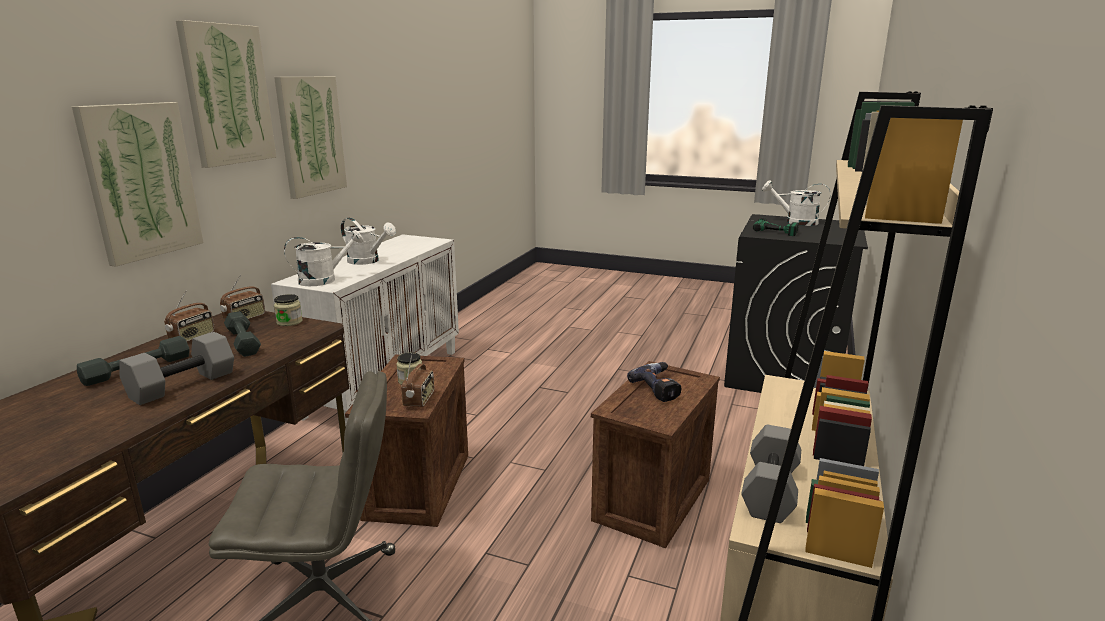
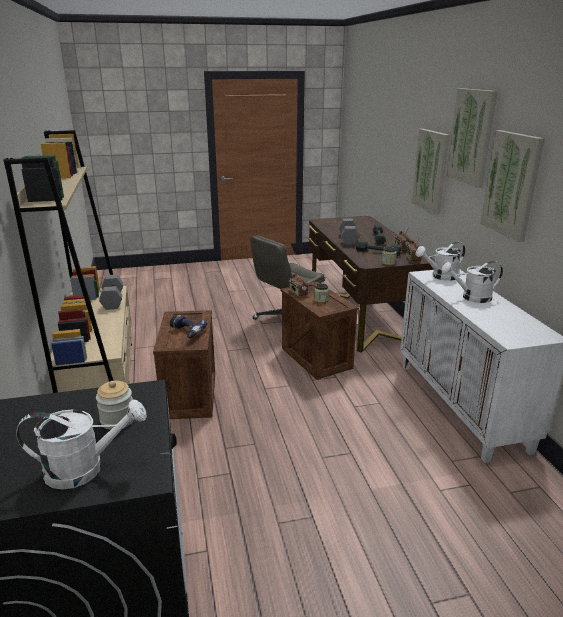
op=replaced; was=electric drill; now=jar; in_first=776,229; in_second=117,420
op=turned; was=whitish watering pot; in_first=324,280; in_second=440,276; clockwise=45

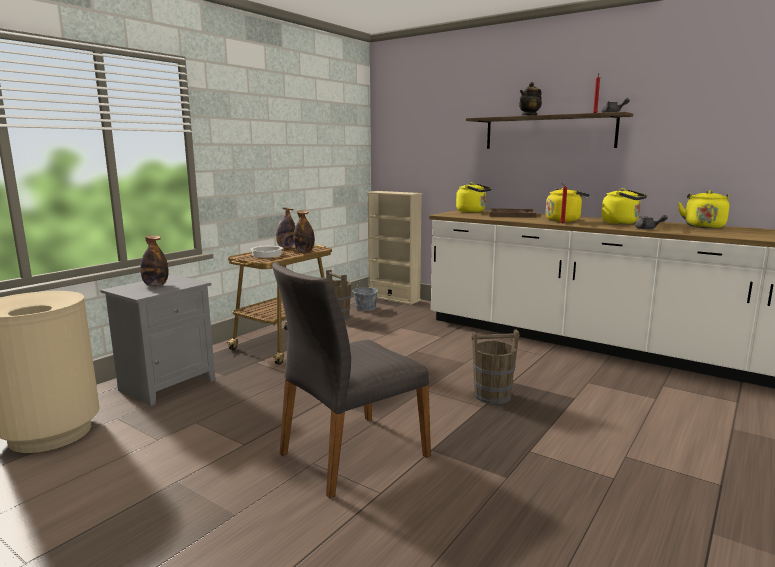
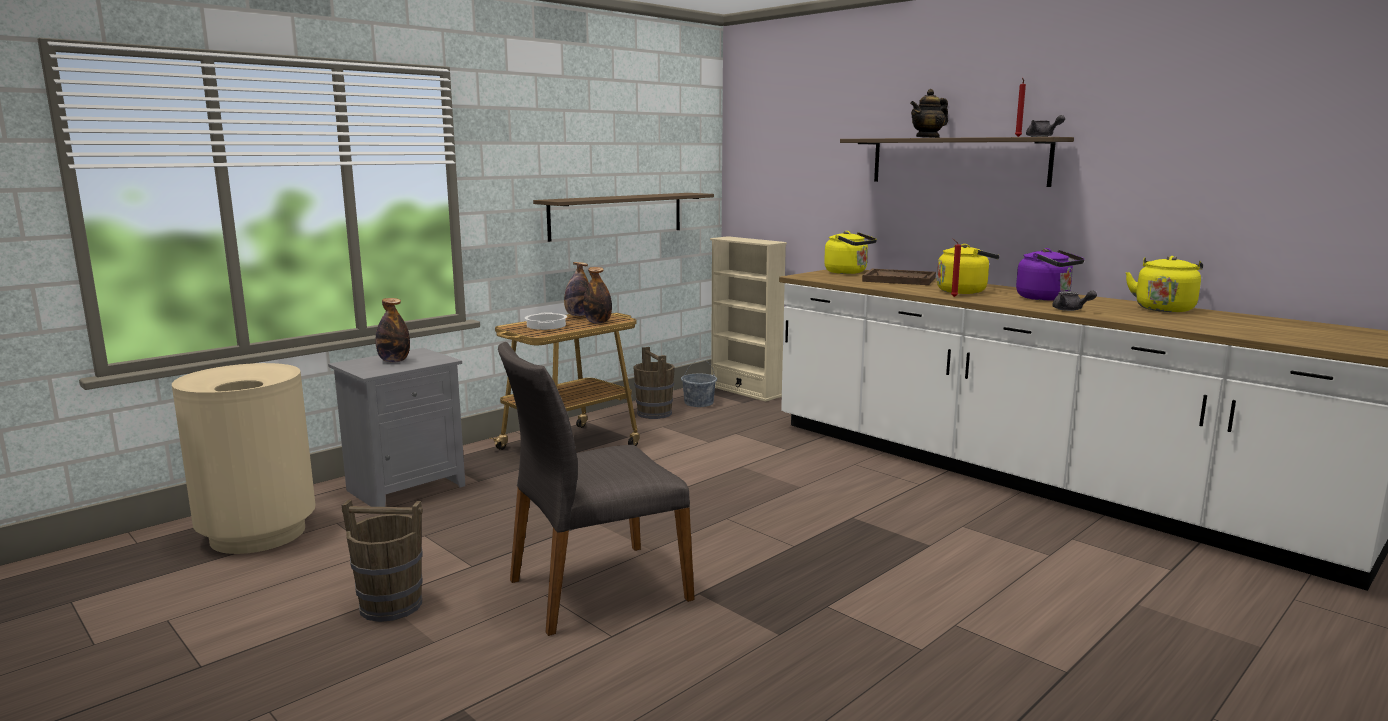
op=recoloured; was=yellowish water kettle; now=purple water kettle; in_first=622,223; in_second=1046,298
op=moved; was=brown-coloured bucket; in_first=492,396; in_second=390,605
op=added; now=shelf; in_second=617,215

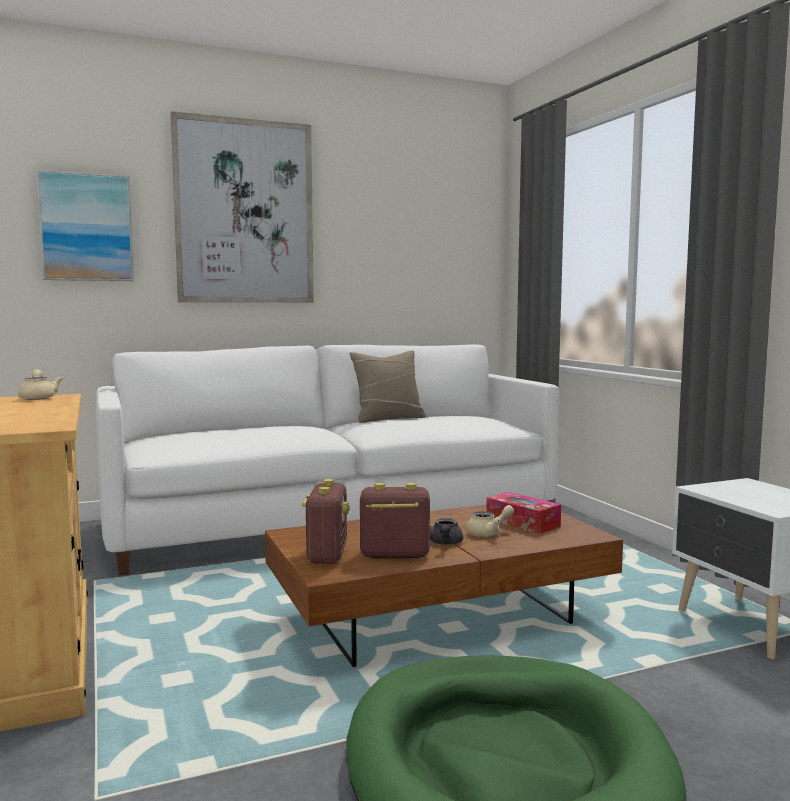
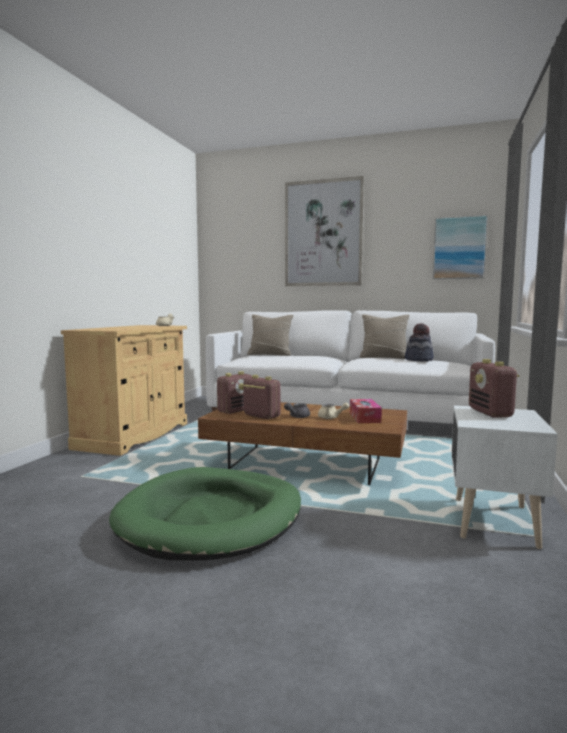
op=moved; was=picture; in_first=86,227; in_second=459,248
op=added; now=sand-coloured pillow; in_second=270,354
op=added; now=clothing hat; in_second=419,360
op=added; now=radio set; in_second=490,413

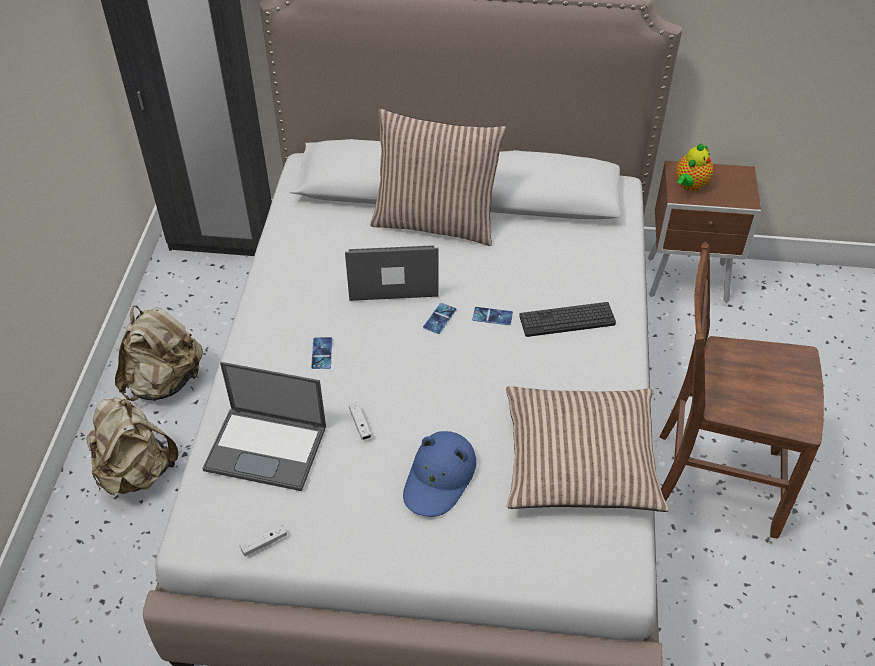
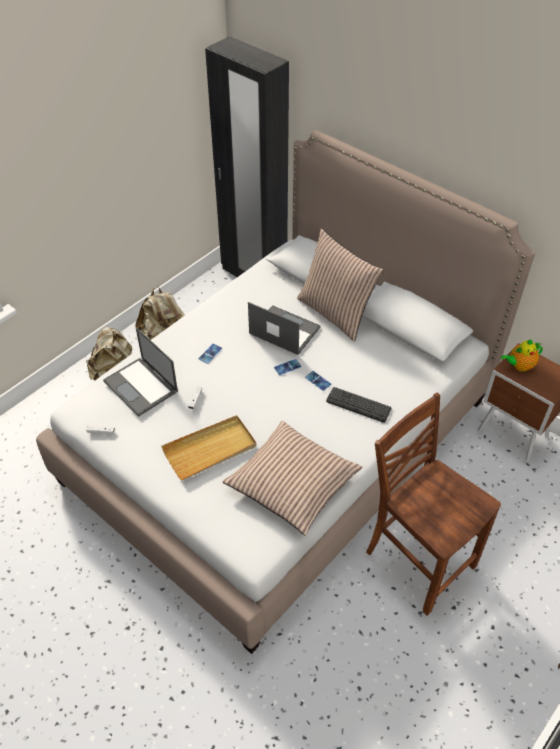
op=replaced; was=blue-coloured clothing hat; now=sand-coloured serving tray; in_first=439,478; in_second=210,449

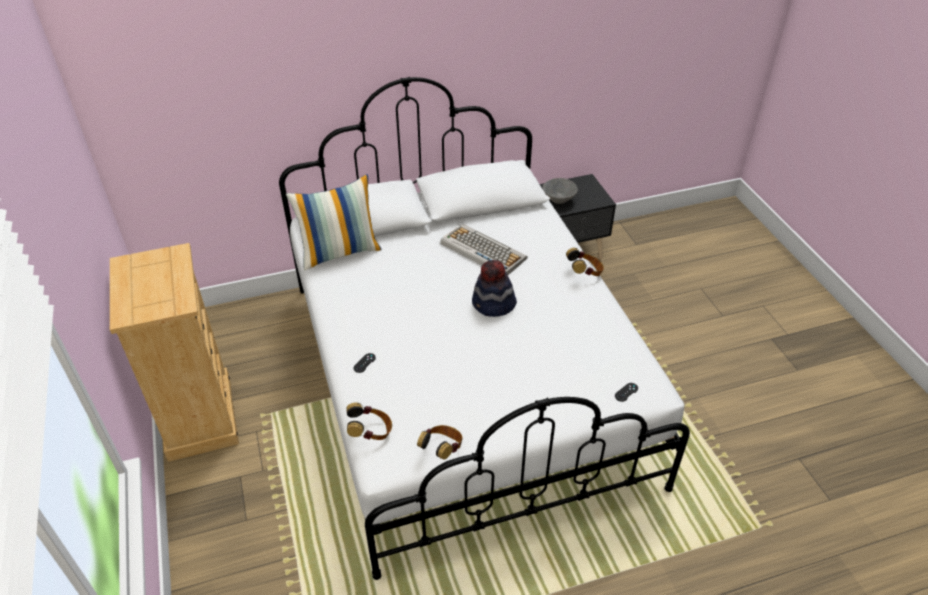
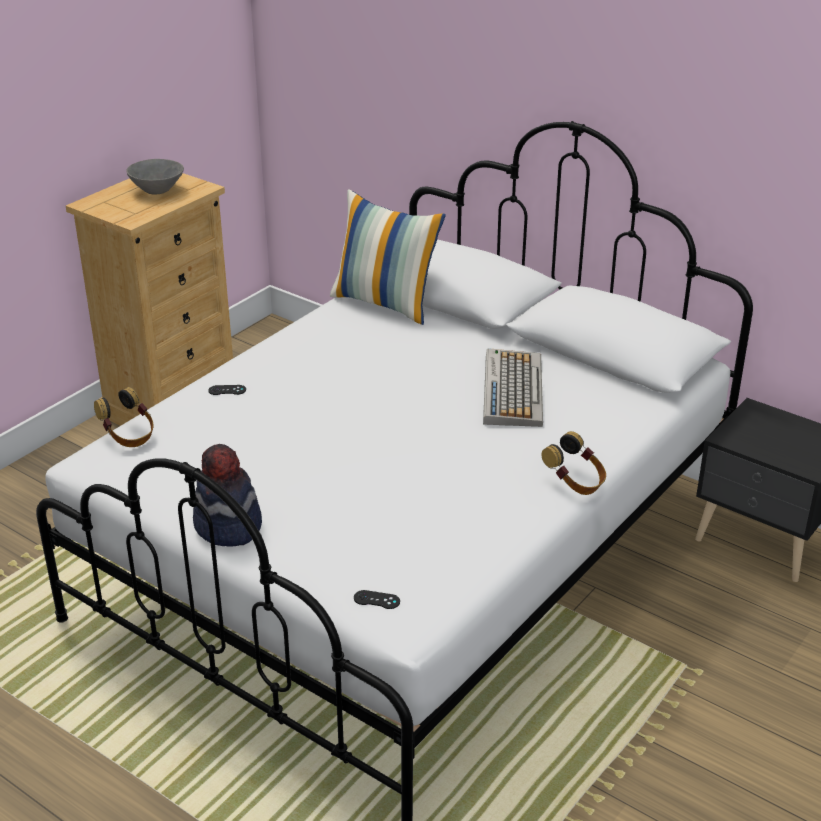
op=moved; was=grey serving bowl; in_first=559,199; in_second=157,190
op=moved; was=clothing hat; in_first=493,304; in_second=227,526
op=removed; was=pair of headphones; in_first=442,449

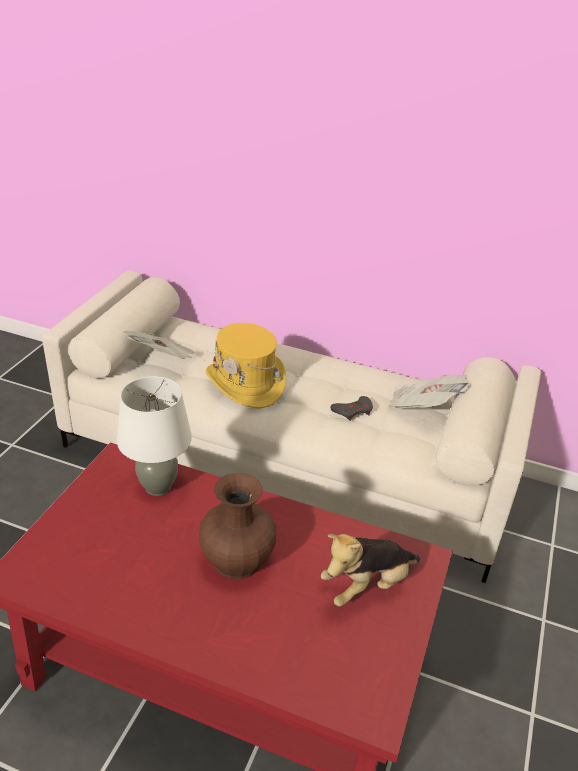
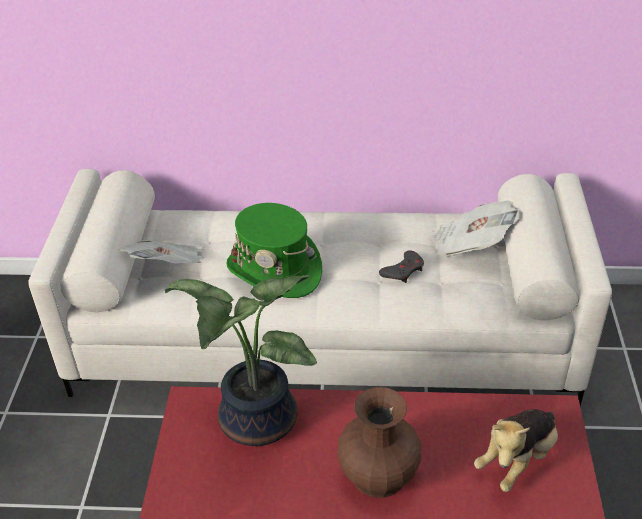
op=recoloured; was=yellowish clothing hat; now=green clothing hat; in_first=246,383; in_second=275,270
op=replaced; was=whitish table lamp; now=potted plant; in_first=158,487; in_second=253,422

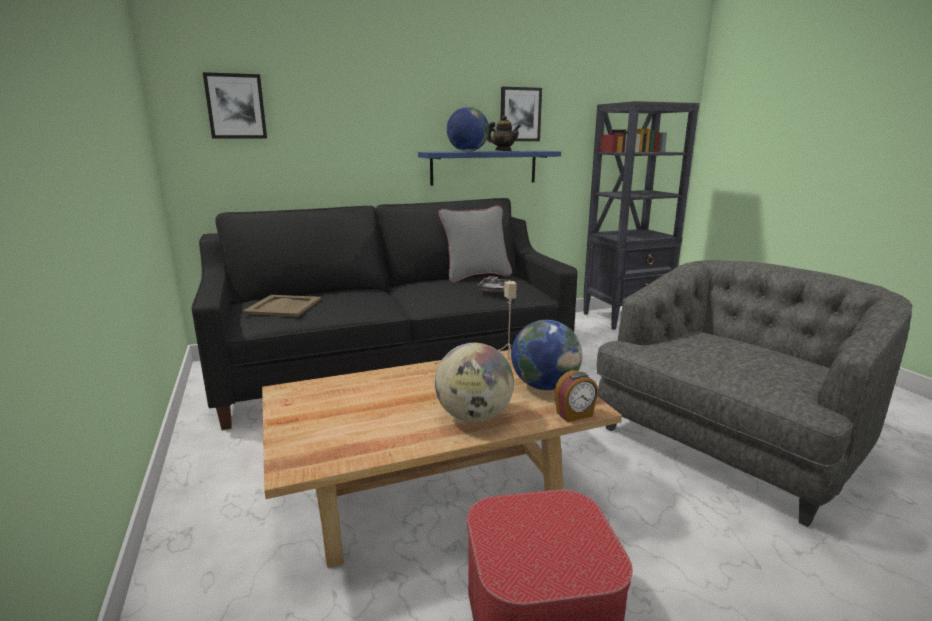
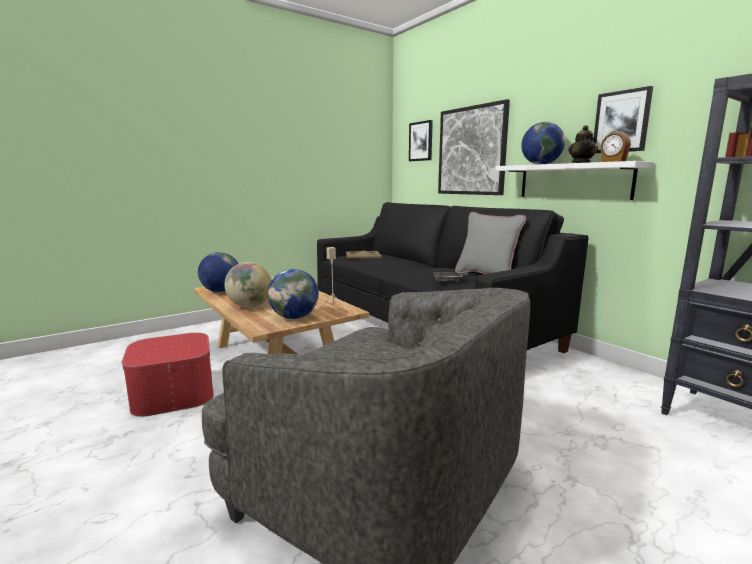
op=recoloured; was=blue-coloured shelf; now=whitish shelf; in_first=484,167; in_second=573,181
op=moved; was=bedside clock; in_first=574,415; in_second=613,161
op=added; now=picture; in_second=471,151
op=added; now=desk globe; in_second=221,291

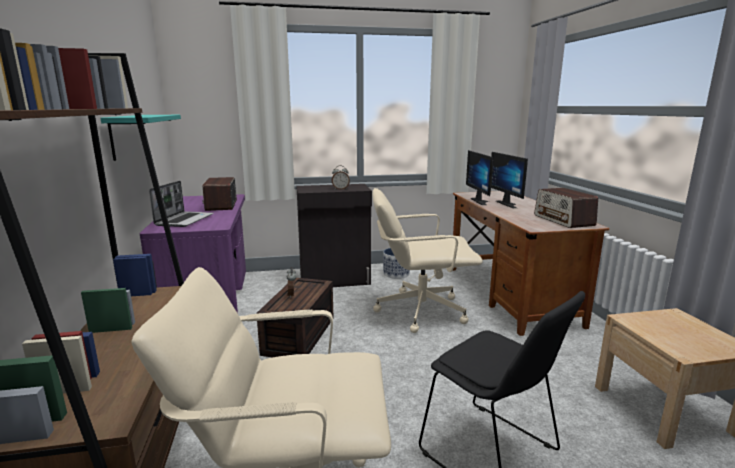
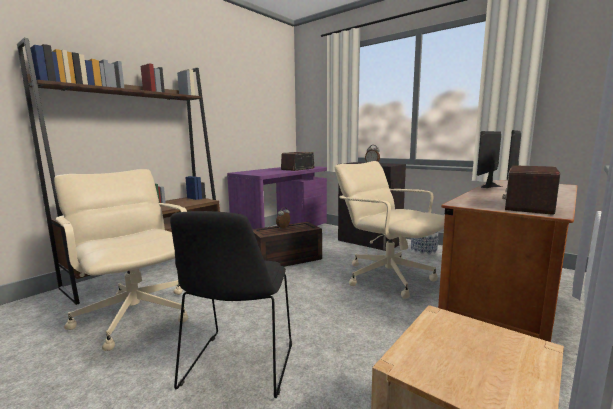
op=removed; was=turquoise-coloured shelf; in_first=128,135
op=removed; was=notebook computer; in_first=184,220

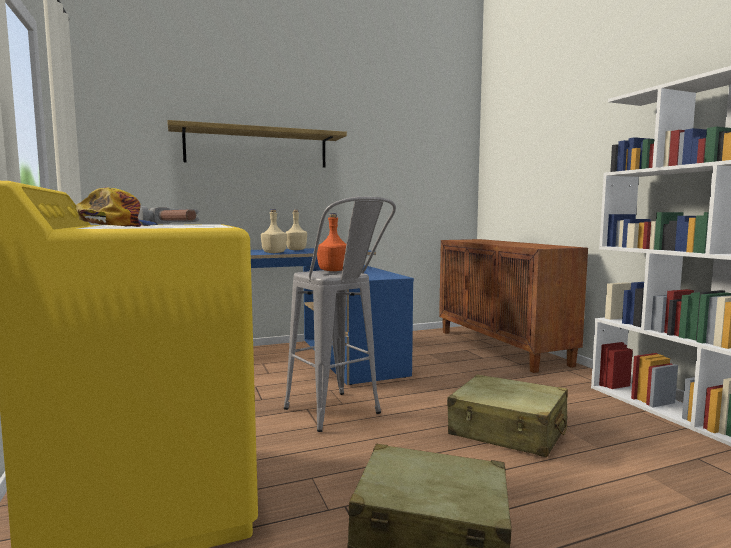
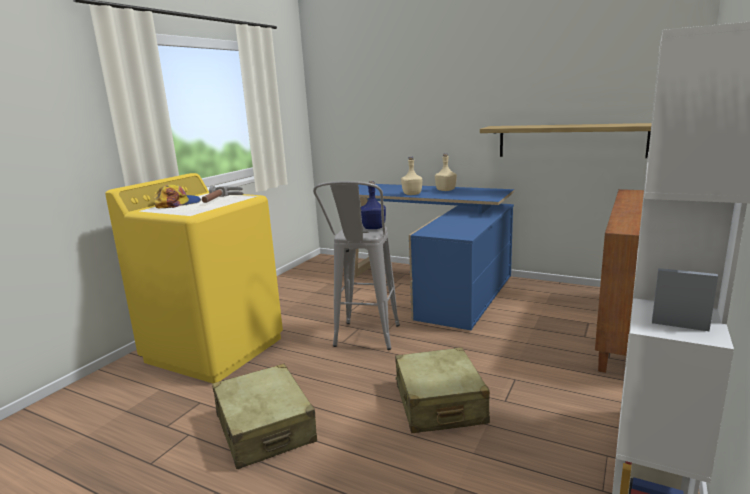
op=moved; was=shelf; in_first=257,148; in_second=570,141
op=recoloured; was=orange-coloured bottle; now=blue-coloured bottle; in_first=334,270; in_second=374,228

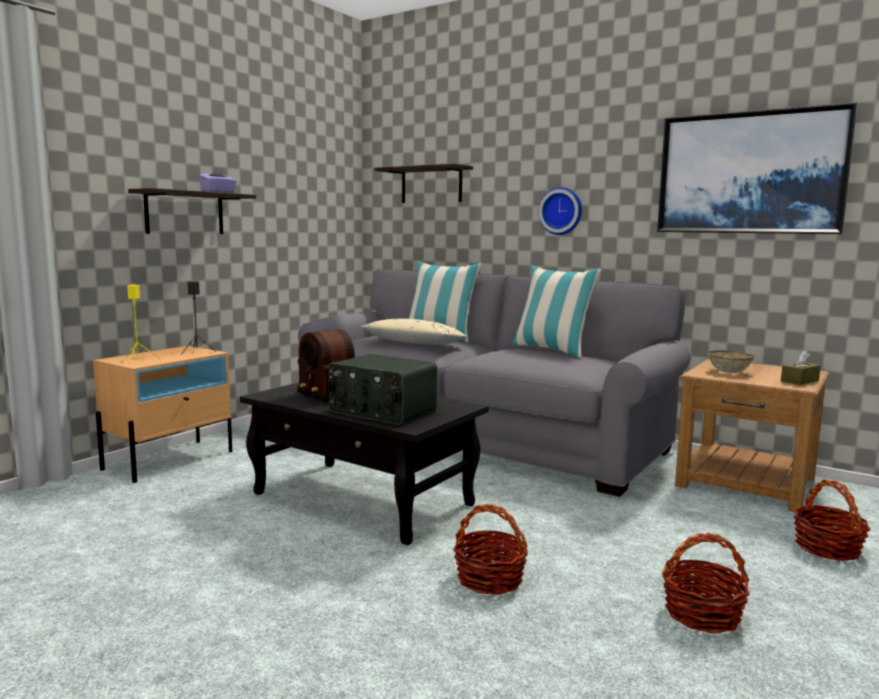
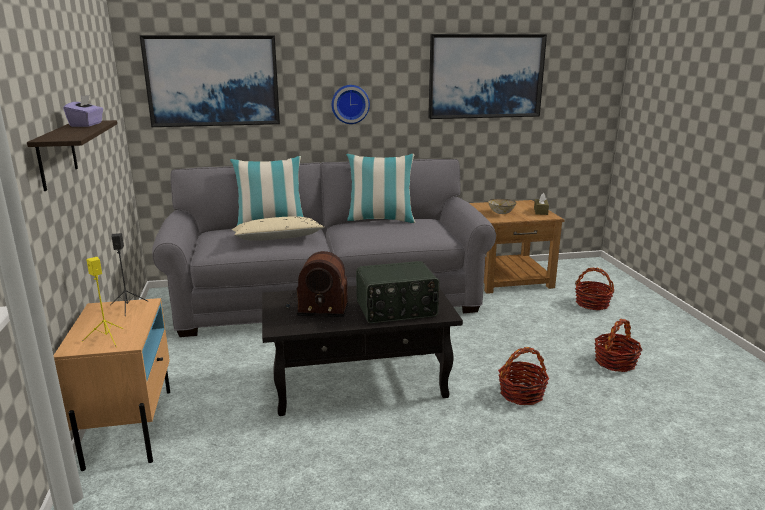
op=replaced; was=shelf; now=picture; in_first=431,185; in_second=213,81

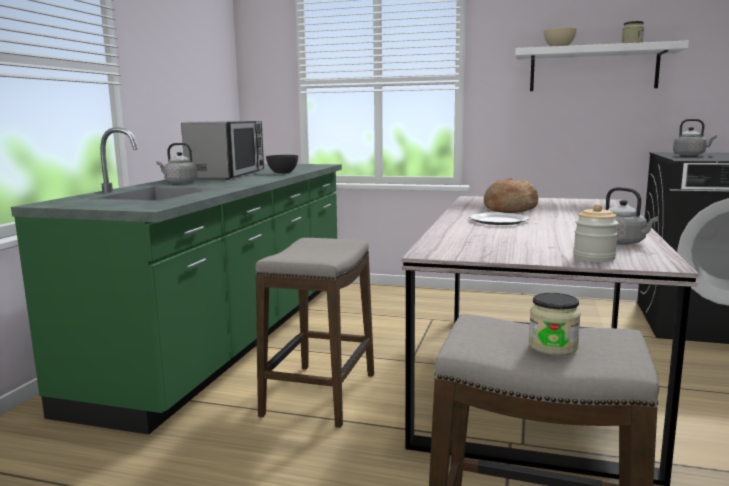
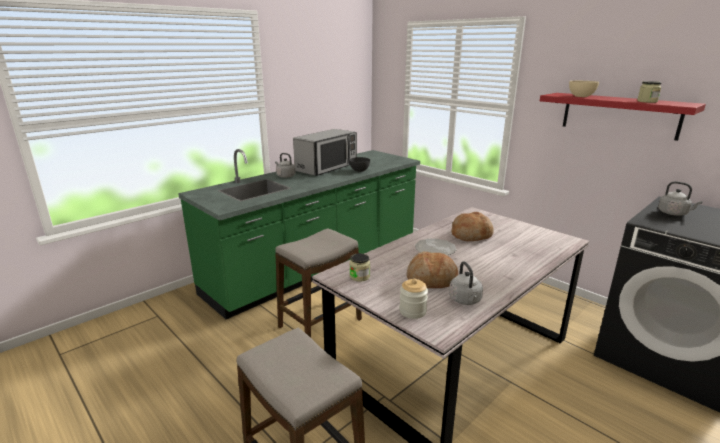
op=recoloured; was=whitish shelf; now=red-coloured shelf; in_first=593,69; in_second=619,115
op=moved; was=jar; in_first=553,346; in_second=359,276
op=added; now=bread; in_second=431,280

